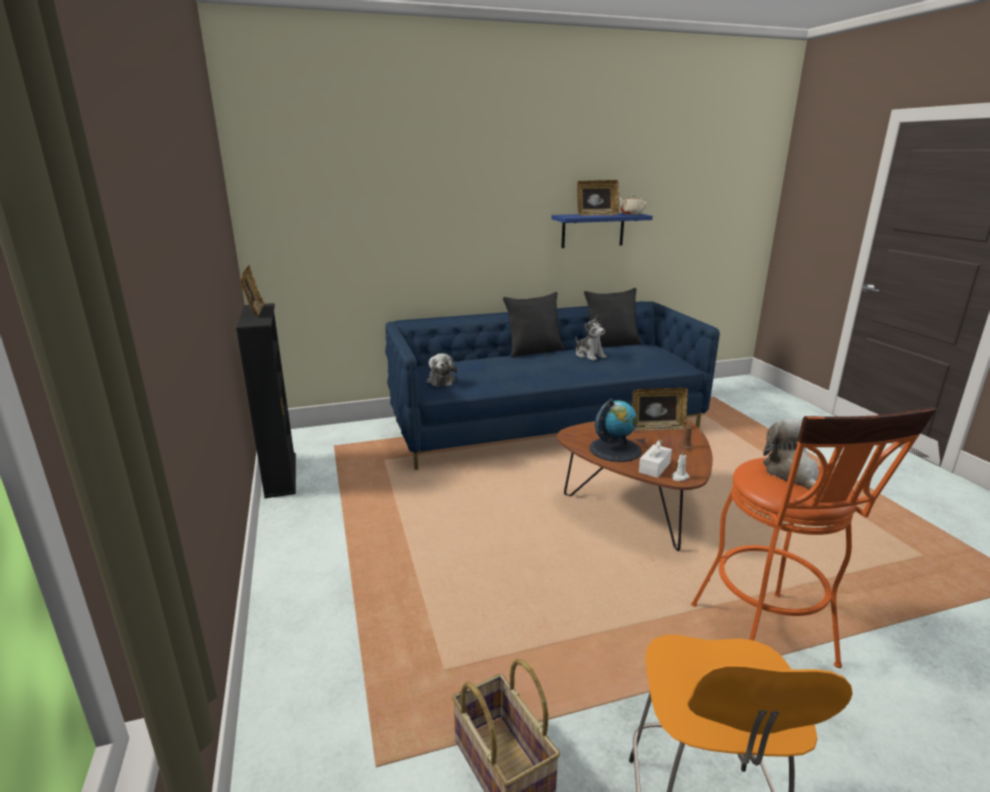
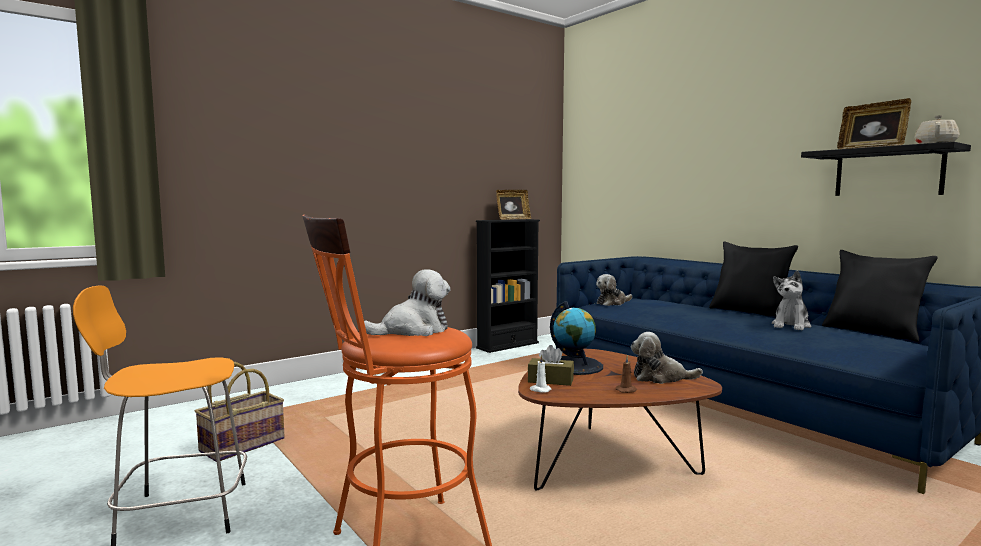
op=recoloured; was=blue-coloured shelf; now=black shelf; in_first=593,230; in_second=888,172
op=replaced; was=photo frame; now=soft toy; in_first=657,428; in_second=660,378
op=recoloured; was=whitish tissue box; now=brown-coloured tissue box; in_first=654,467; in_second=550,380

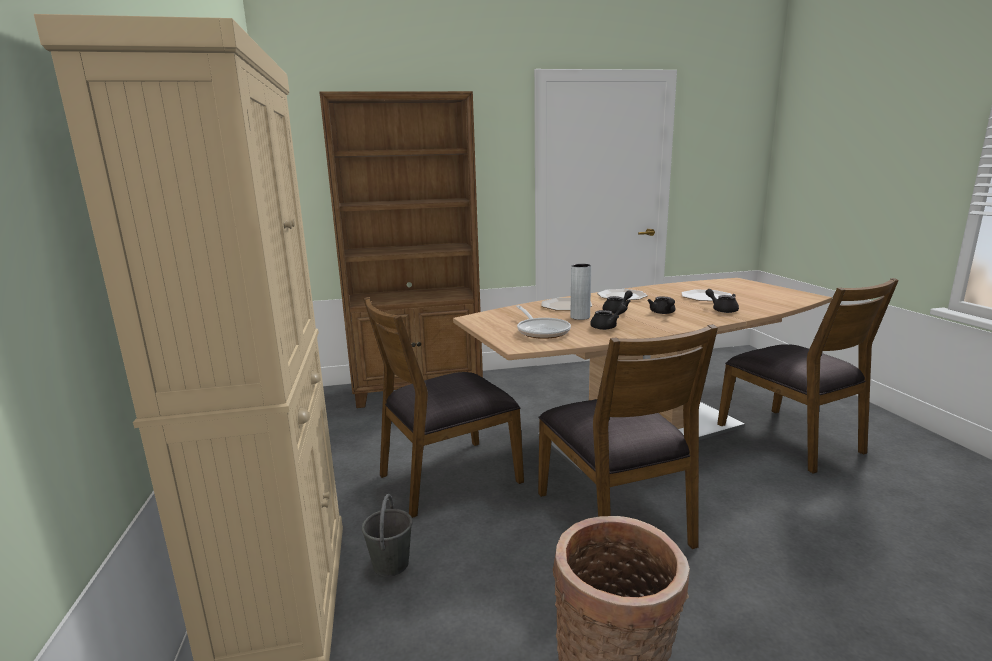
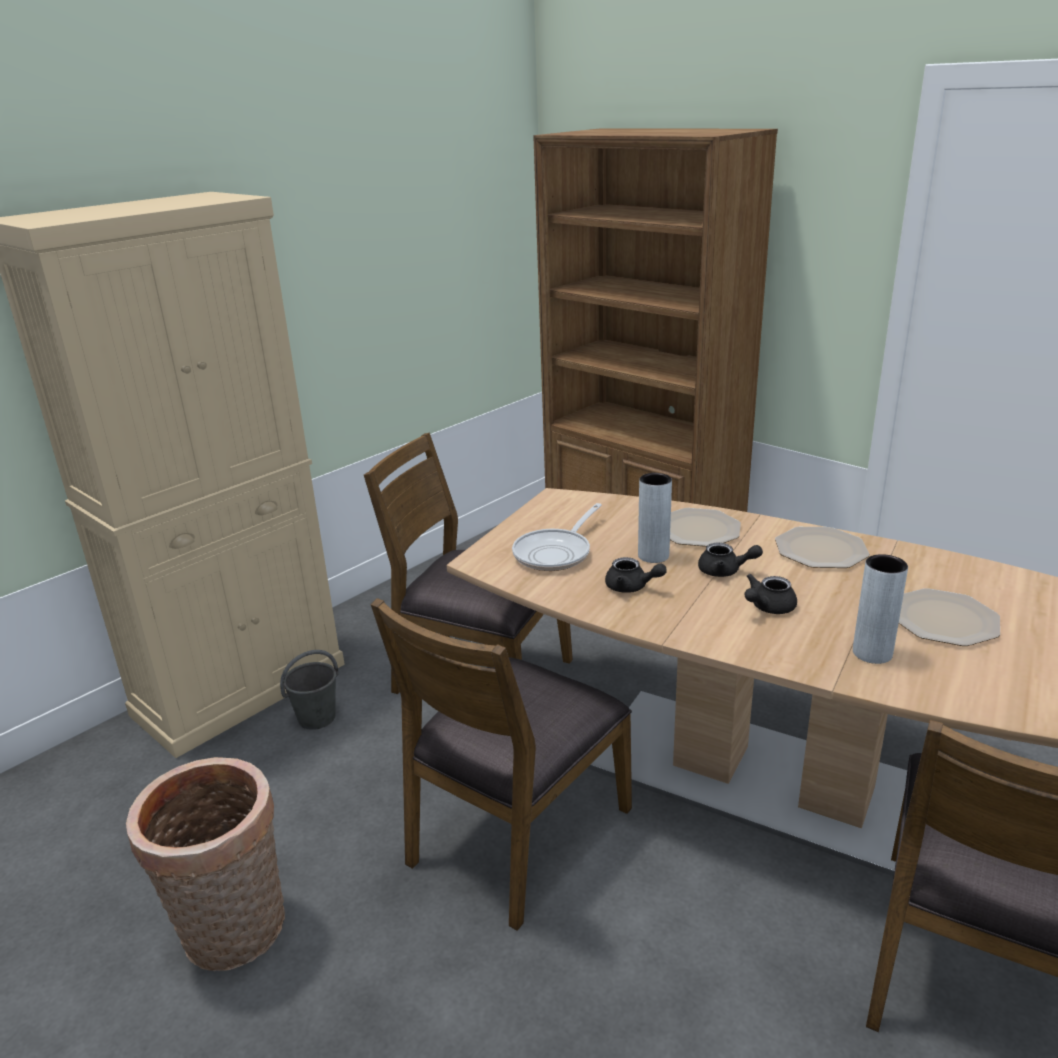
op=replaced; was=black teapot; now=grey decorative vase; in_first=722,310; in_second=872,653

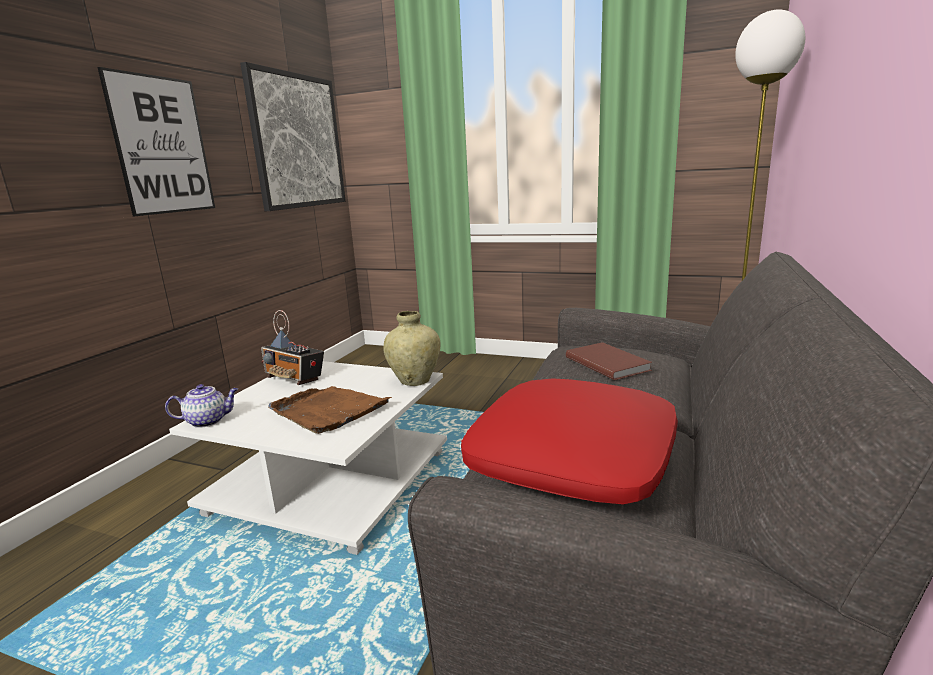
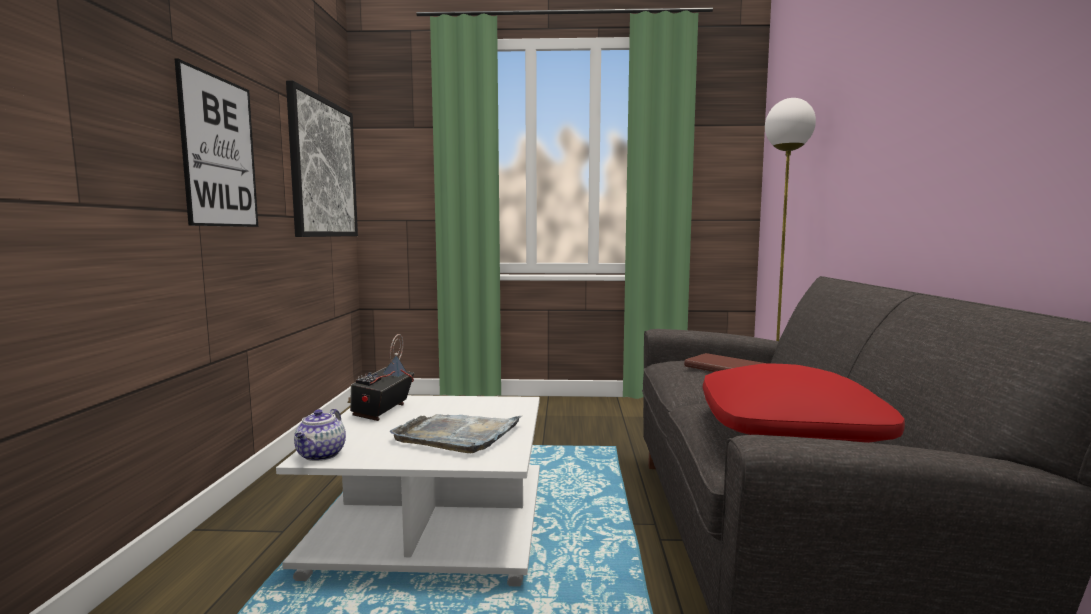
op=turned; was=radio set; in_first=295,379; in_second=381,411; clockwise=90
op=removed; was=sand-coloured decorative vase; in_first=415,380
op=turned; was=teapot; in_first=208,421; in_second=321,455; clockwise=135
op=recoloured; was=brown-coloured serving tray; now=grey serving tray; in_first=329,411; in_second=458,435

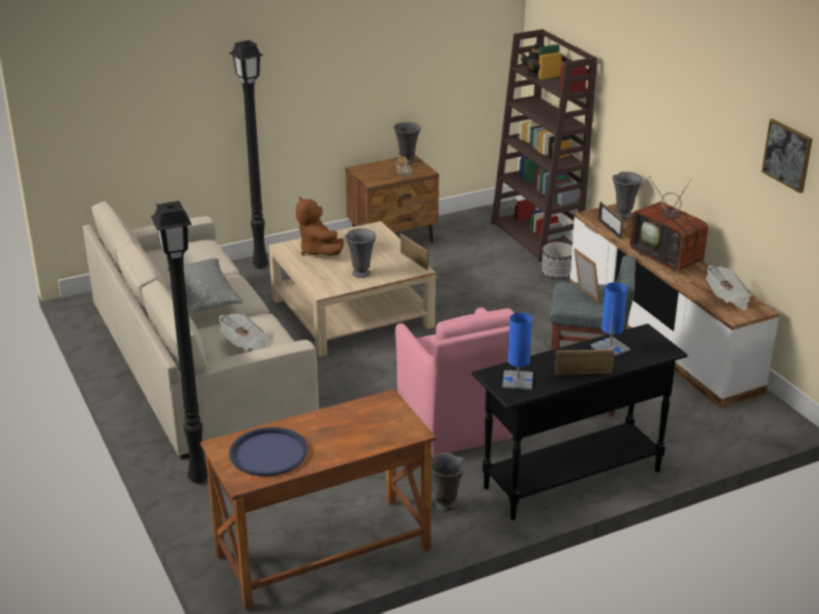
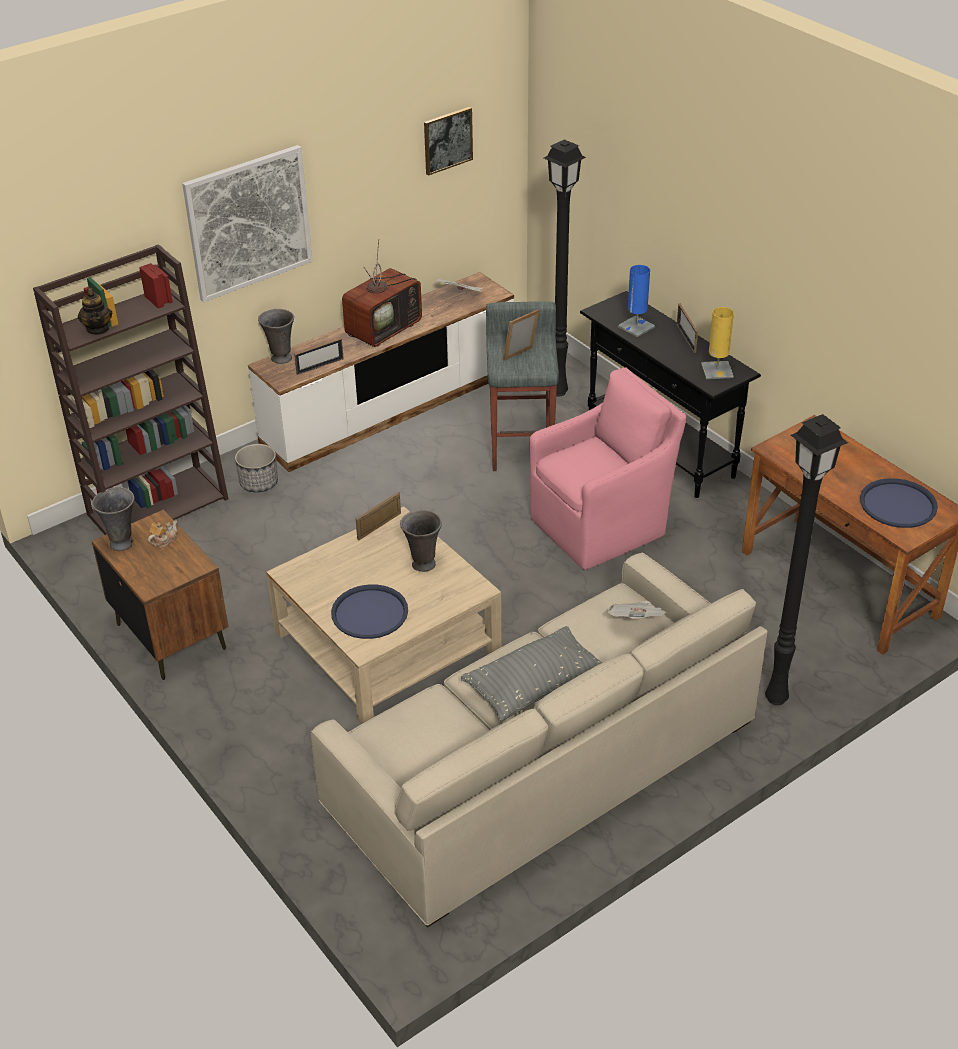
op=moved; was=black standard lamp; in_first=261,266; in_second=558,391
op=replaced; was=brown-coloured soft toy; now=blue-coloured serving tray; in_first=318,251; in_second=370,613
op=recoloured; was=blue-coloured table lamp; now=yellowish table lamp; in_first=517,381; in_second=717,370
op=removed; was=grey decorative vase; in_first=446,505
op=added; now=picture; in_second=248,223

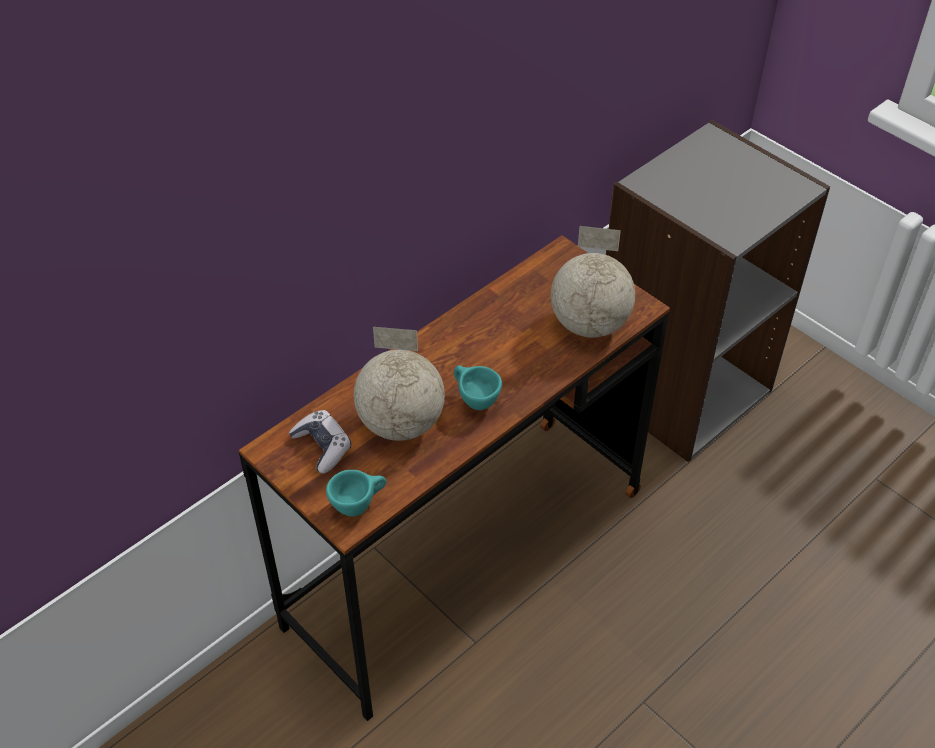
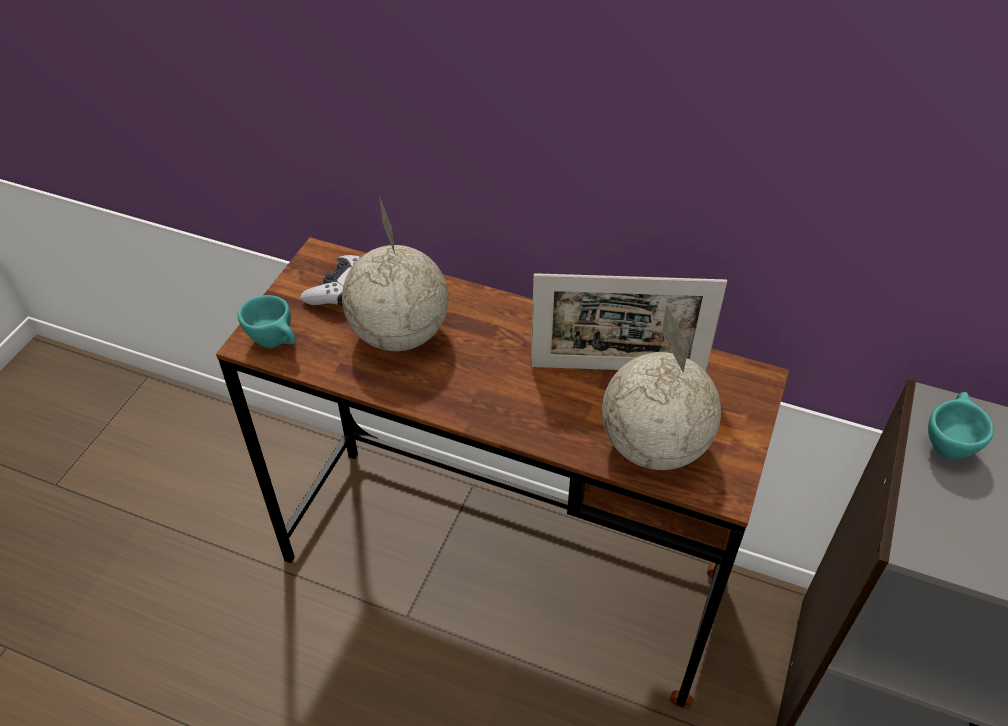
op=moved; was=turquoise-coloured drinking cup; in_first=474,401; in_second=946,443
op=added; now=photo frame; in_second=617,369

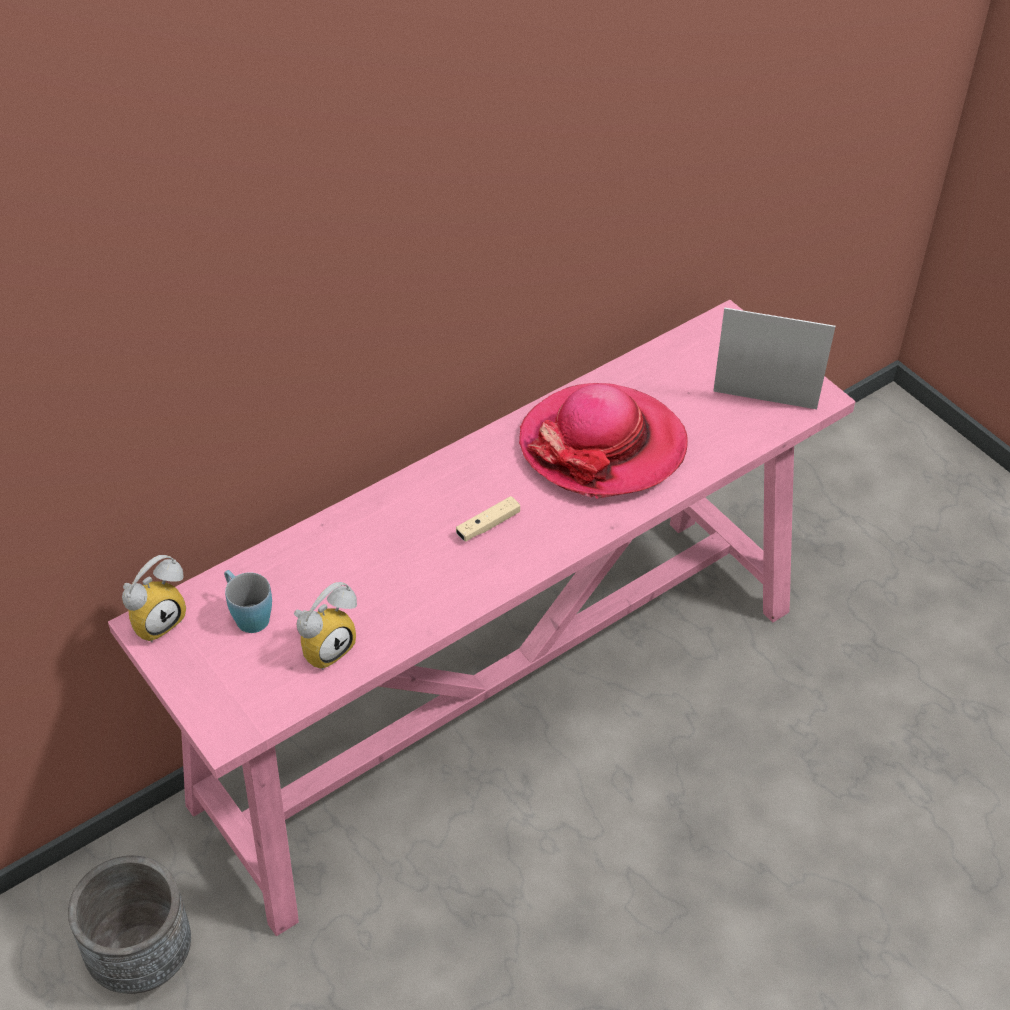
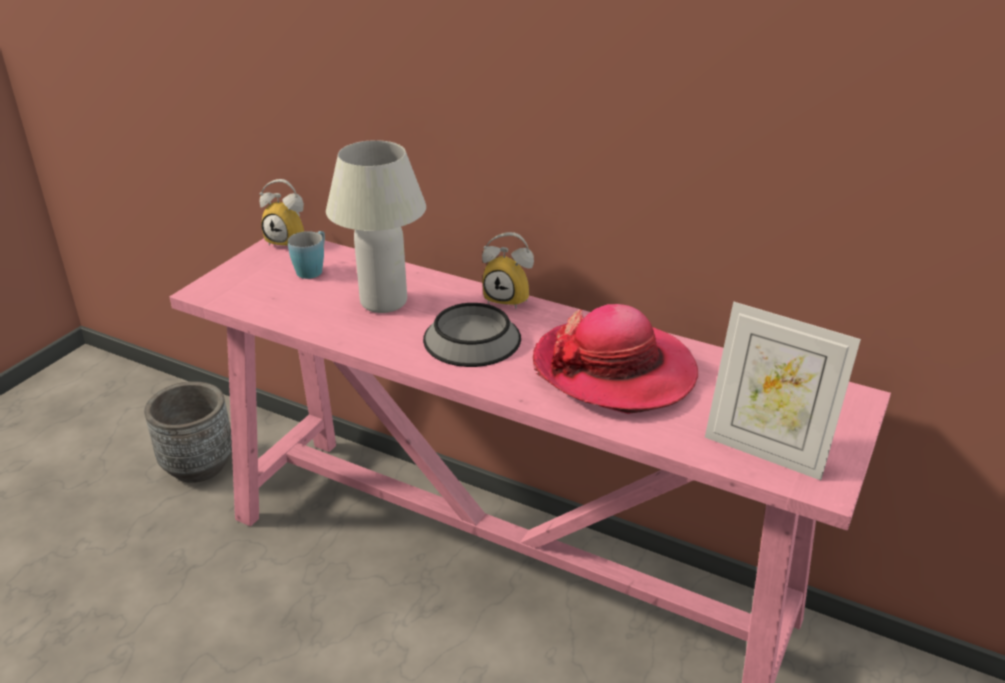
op=turned; was=photo frame; in_first=763,407; in_second=765,451; clockwise=135
op=replaced; was=sand-coloured gamepad; now=serving bowl; in_first=488,525; in_second=472,338
op=moved; was=bedside clock; in_first=325,645; in_second=510,298
op=added; now=whitish table lamp; in_second=383,302

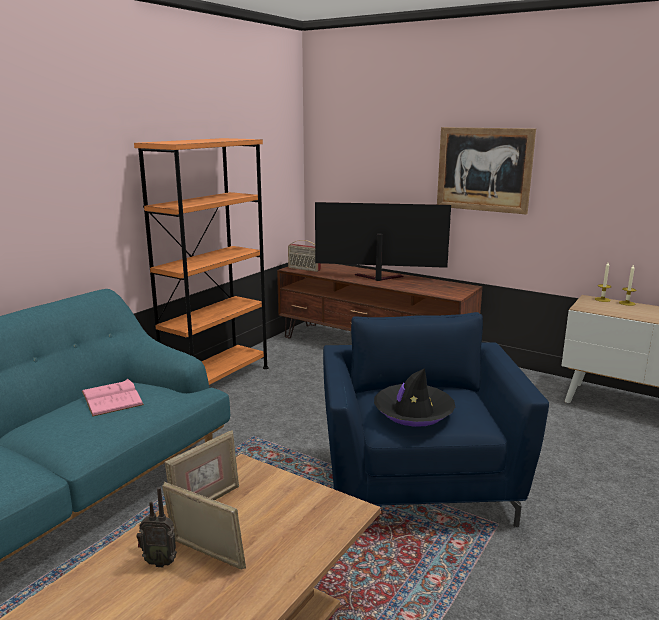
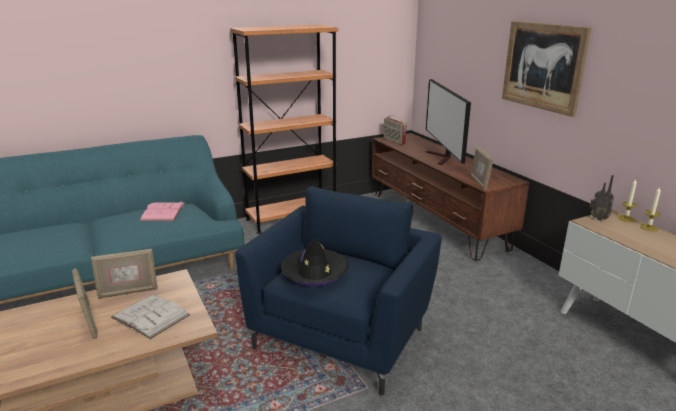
op=turned; was=television; in_first=377,278; in_second=442,158; clockwise=-135
op=moved; was=radio set; in_first=160,561; in_second=598,218
op=added; now=photo frame; in_second=479,182
op=added; now=whitish book; in_second=150,316

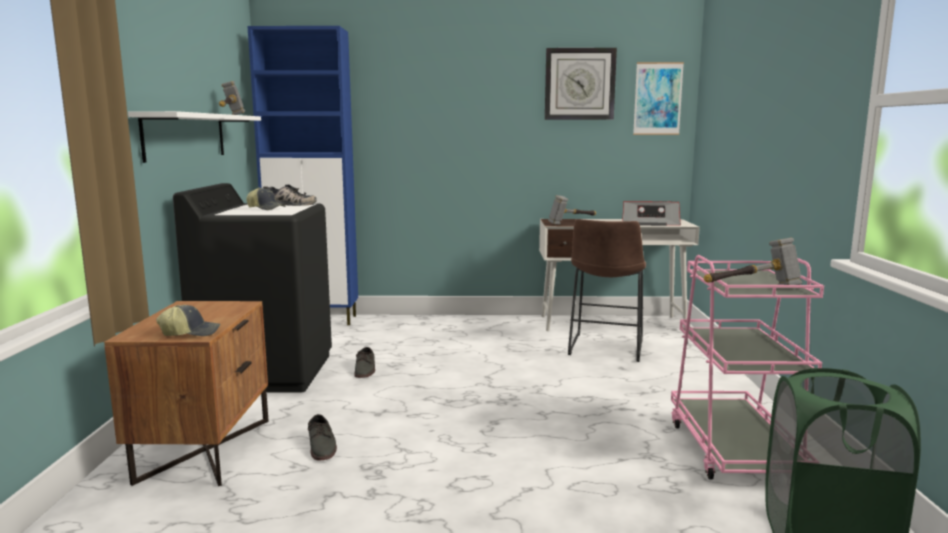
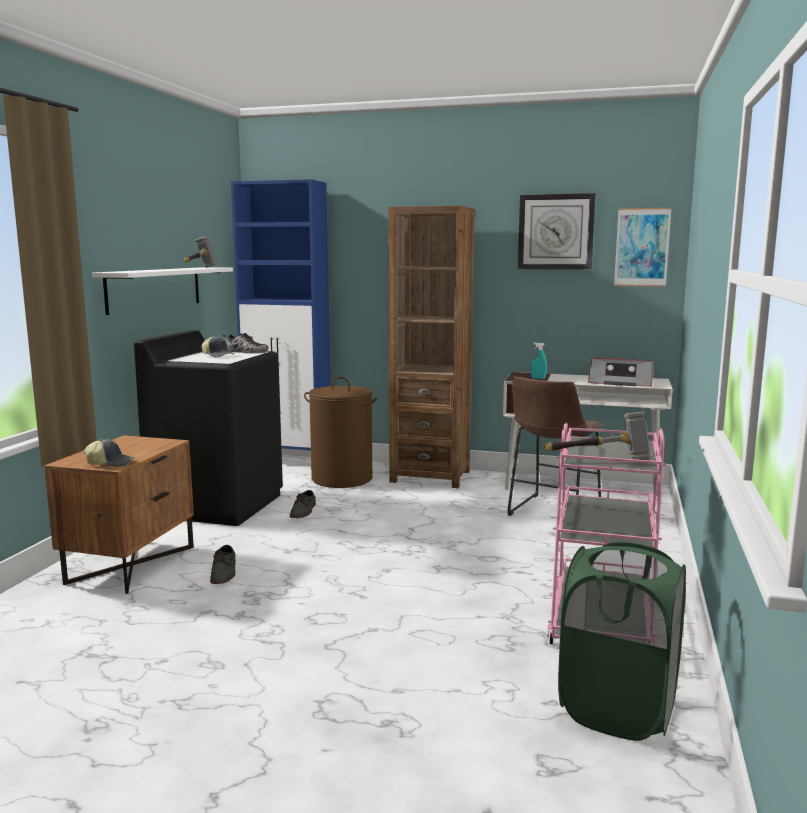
op=replaced; was=hand hammer; now=turquoise-coloured hand sprayer; in_first=572,223; in_second=538,378
op=added; now=brown-coloured bookshelf; in_second=430,476
op=added; now=brown-coloured washing basket; in_second=341,479

